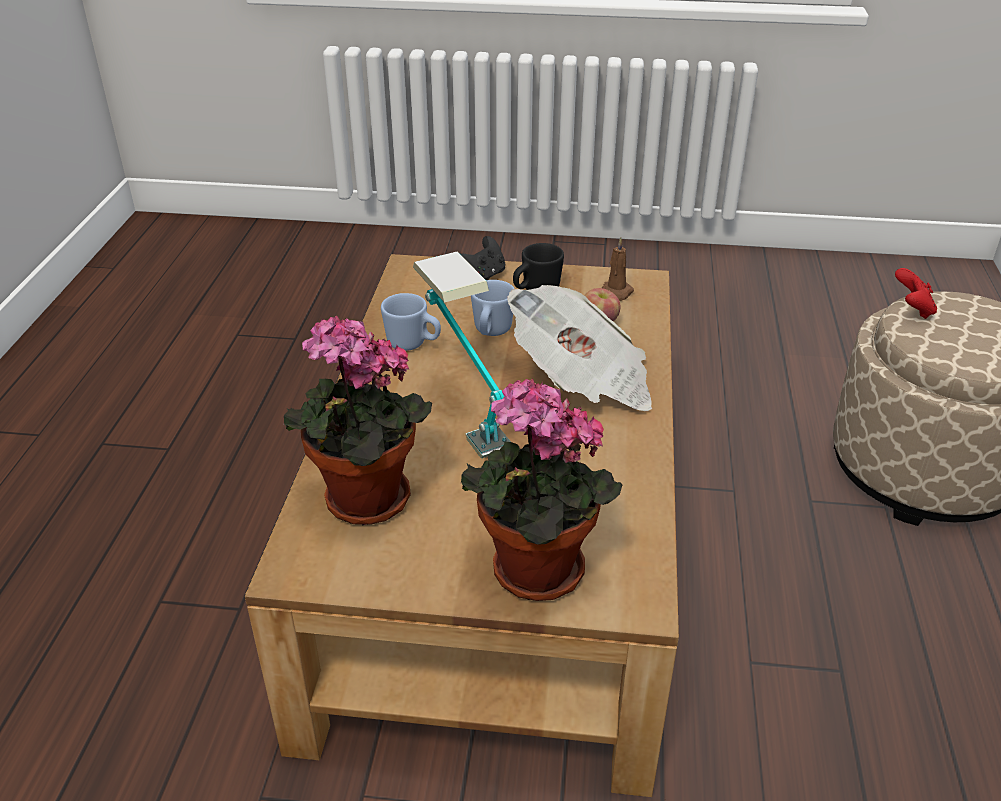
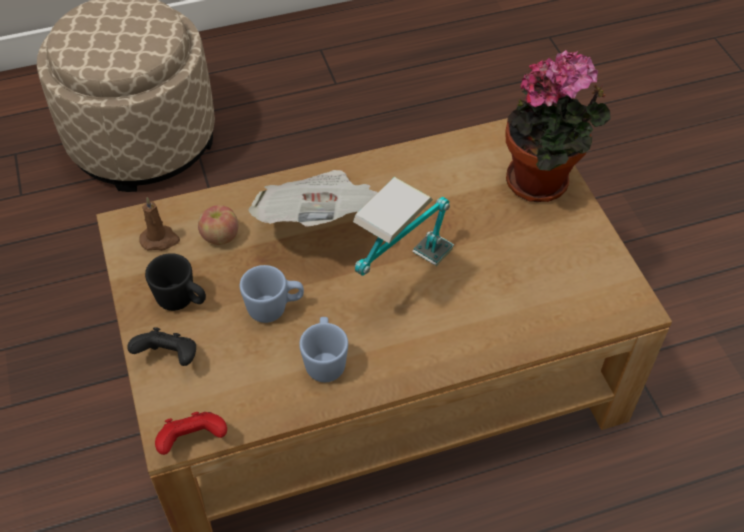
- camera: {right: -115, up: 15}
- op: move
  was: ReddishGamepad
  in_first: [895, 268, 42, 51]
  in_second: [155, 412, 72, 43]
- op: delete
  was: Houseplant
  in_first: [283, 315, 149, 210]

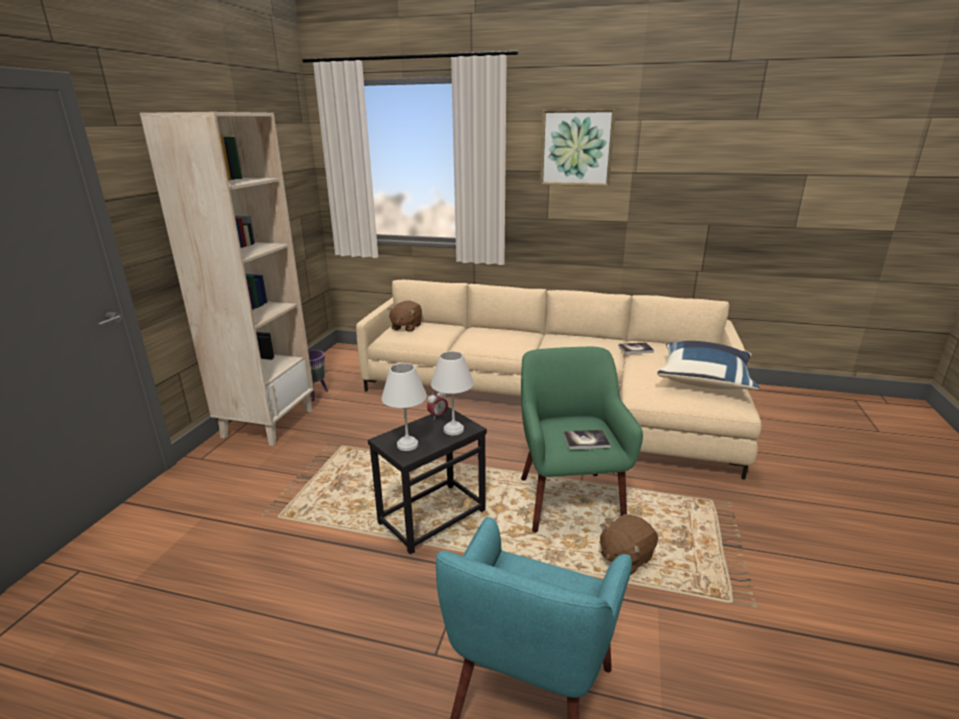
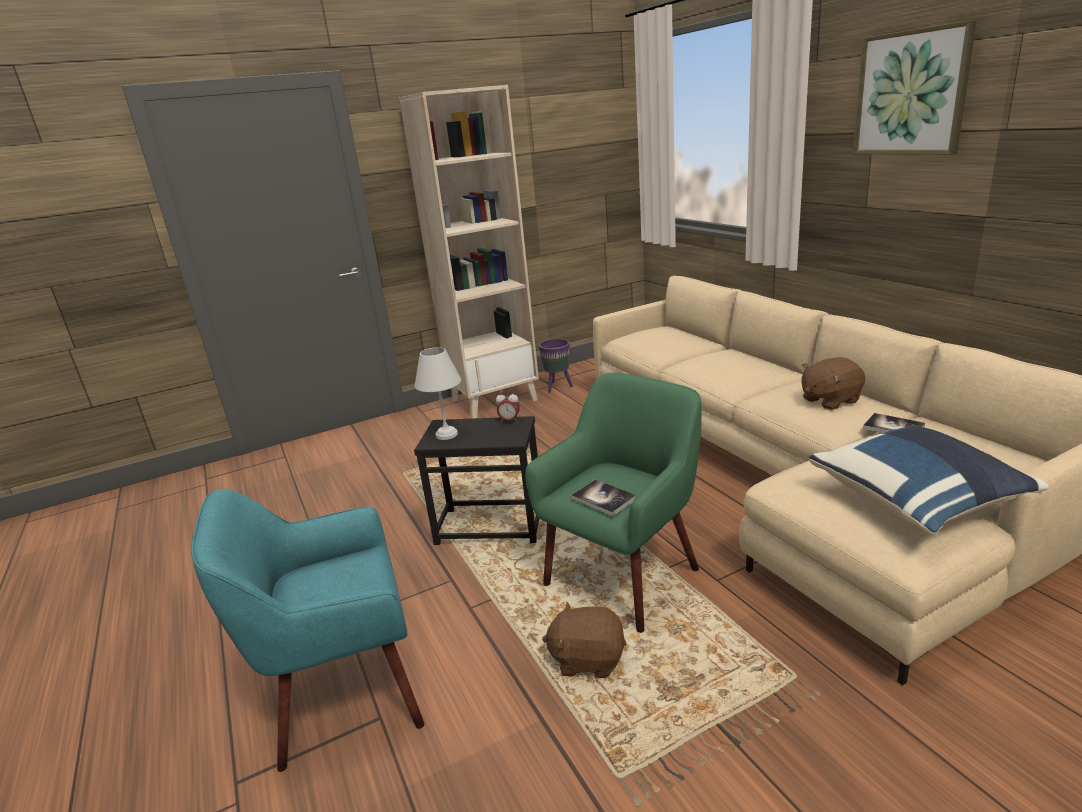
- camera: {right: 50, up: 0}
- op: move
  was: BrownPlushToy
  in_first: [388, 301, 34, 31]
  in_second: [801, 357, 64, 53]
- op: delete
  was: WhitishTabletopLamp
  in_first: [431, 351, 43, 84]

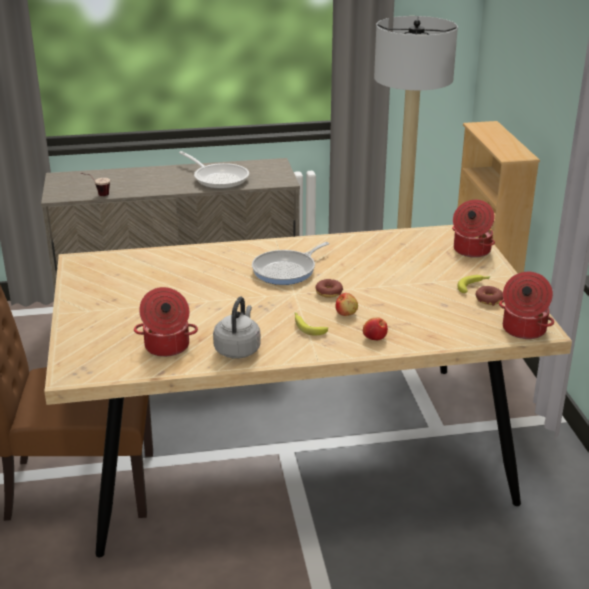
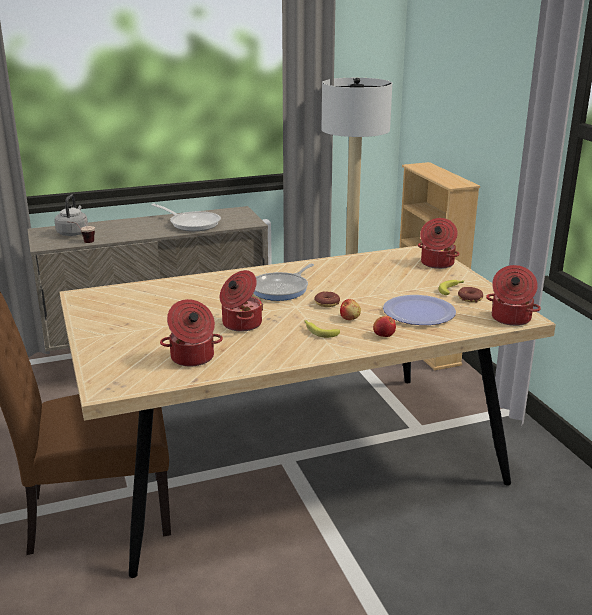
- camera: {right: -10, up: -5}
- op: move
  was: GreyWaterKettle
  in_first: [213, 297, 48, 62]
  in_second: [54, 194, 34, 42]
- op: insert
  now: Saucepot
  in_second: [220, 270, 43, 61]
- op: insert
  now: Plate
  in_second: [383, 295, 73, 30]

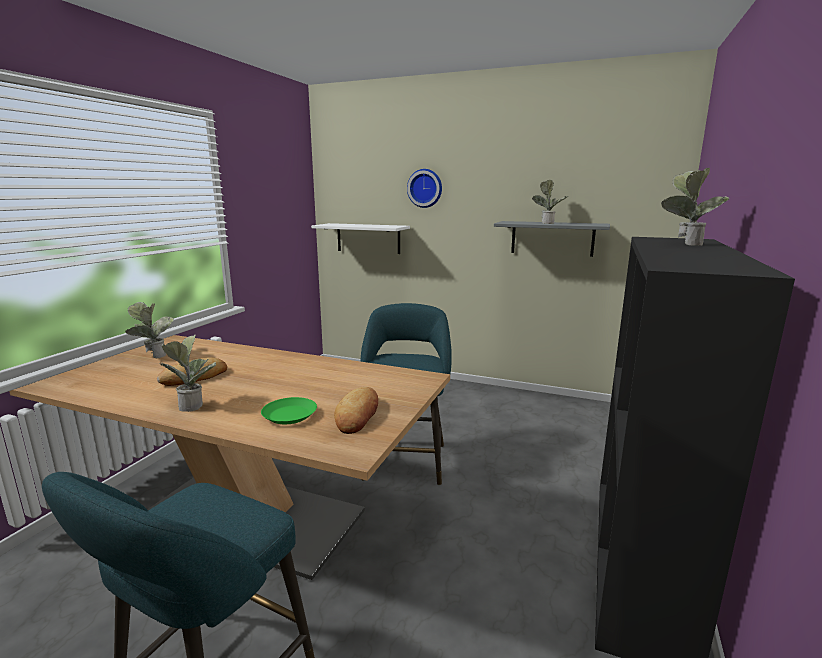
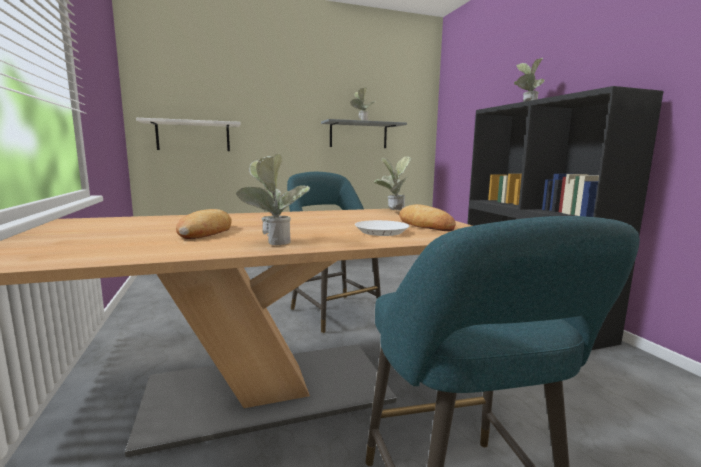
- camera: {right: -40, up: -5}
- op: recolor
  was: GreenPlate
  now: WhitishPlate
  in_first: [261, 397, 56, 27]
  in_second: [355, 220, 54, 16]
- op: move
  was: Houseplant
  in_first: [125, 302, 49, 56]
  in_second: [374, 156, 38, 55]
- op: delete
  was: WallClock
  in_first: [407, 169, 35, 39]

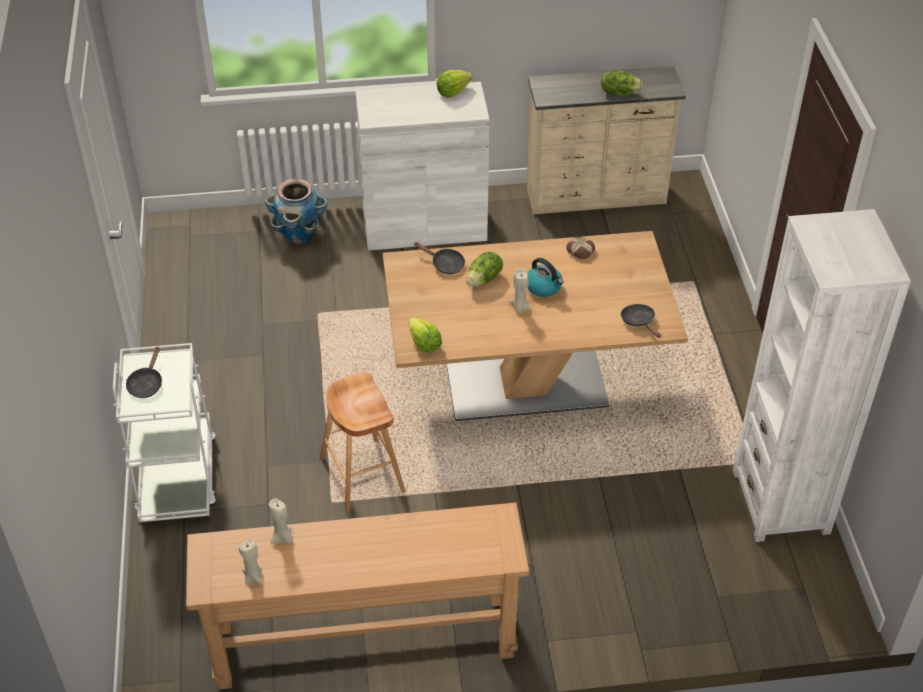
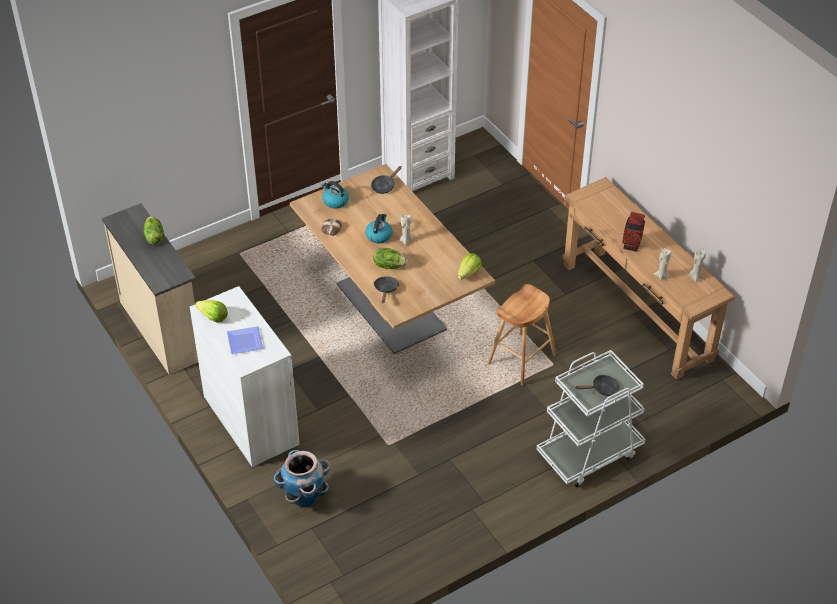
- camera: {right: -115, up: 0}
- op: insert
  now: Plate
  in_second: [227, 326, 36, 28]
- op: insert
  now: WaterKettle
  in_second: [322, 181, 27, 28]
- op: insert
  now: FlowerVase
  in_second: [622, 212, 23, 40]

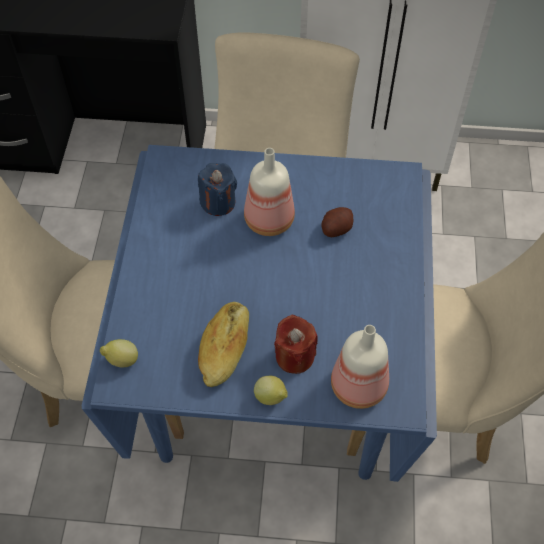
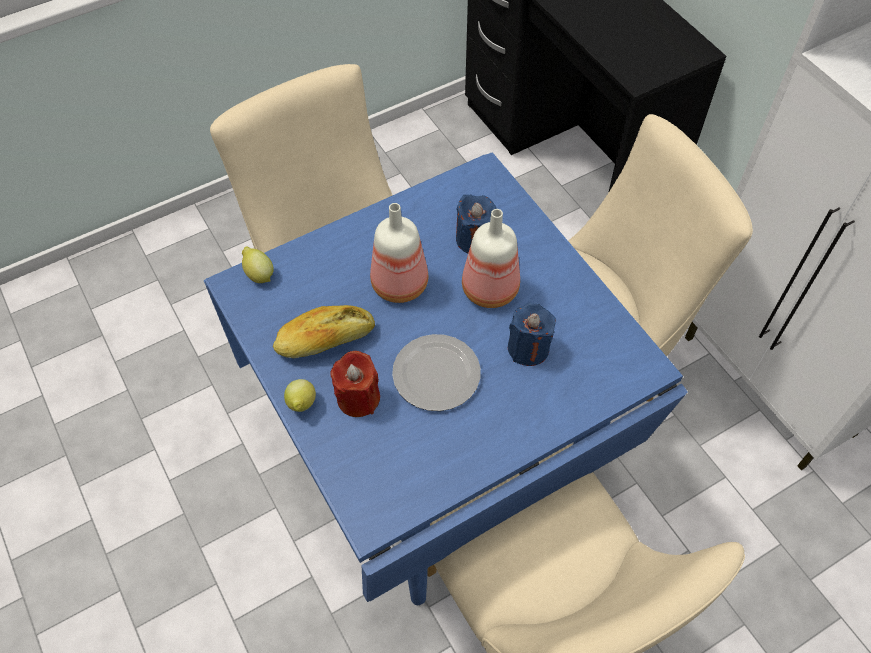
- camera: {right: 55, up: 0}
- op: move
  was: Bottle
  in_first: [331, 325, 58, 84]
  in_second: [370, 203, 58, 100]
- op: insert
  now: Plate
  in_second: [392, 334, 89, 77]
- op: replace
  was: WholePotato
  now: BluishWaxCandle
  in_first: [321, 207, 32, 30]
  in_second: [508, 302, 48, 64]

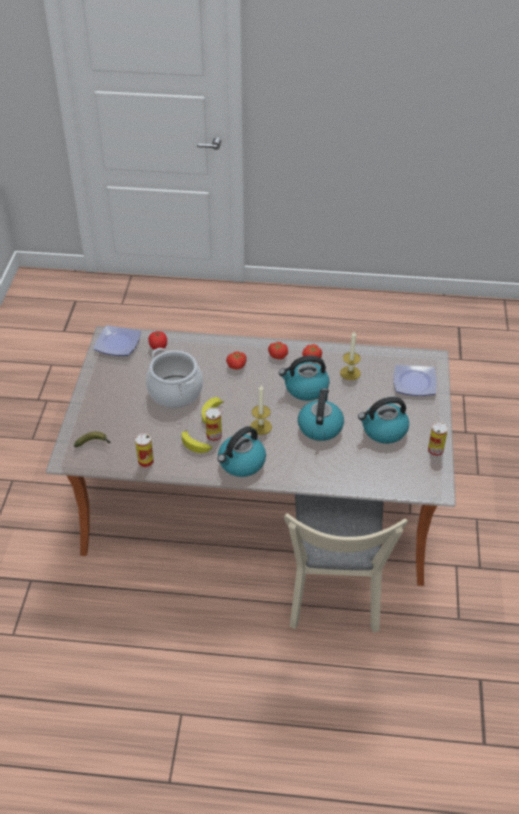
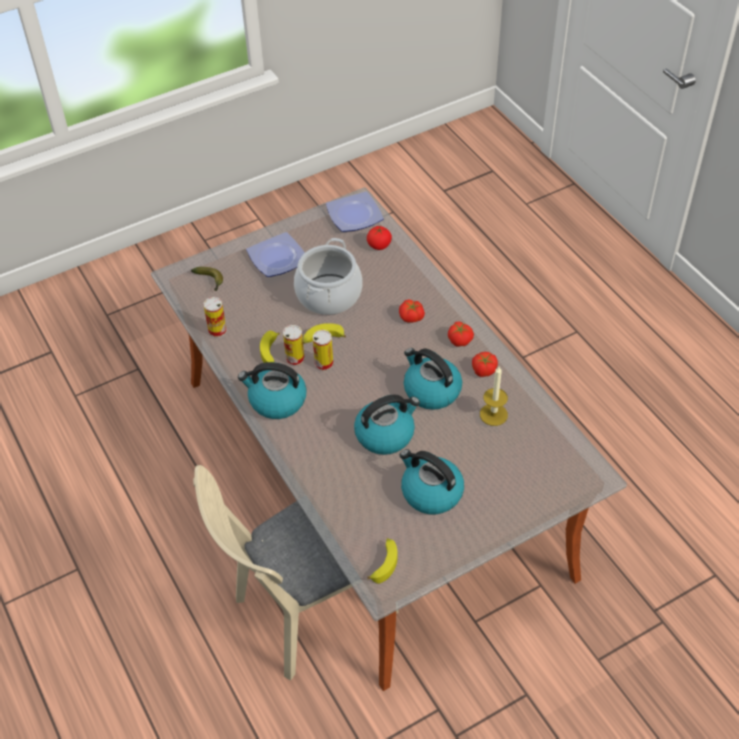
- camera: {right: 55, up: 5}
- op: move
  was: Plate
  in_first: [394, 365, 43, 31]
  in_second: [246, 232, 59, 45]
- op: move
  was: Can
  in_first: [428, 422, 20, 35]
  in_second: [313, 330, 20, 41]
- op: insert
  now: Banana
  in_second: [367, 538, 31, 45]
- op: delete
  was: WaxCandle
  in_first: [250, 385, 22, 50]

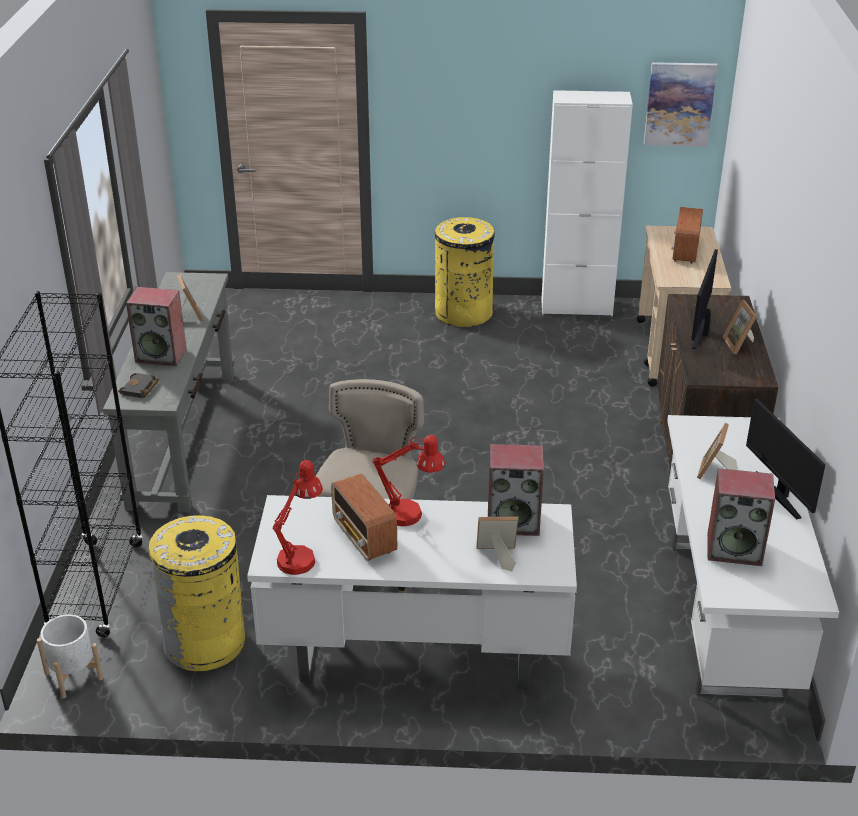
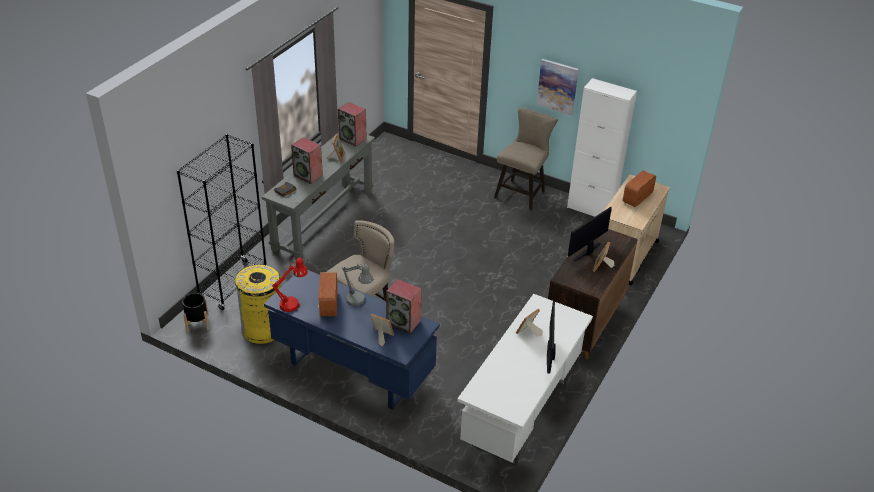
- camera: {right: 25, up: 5}
- op: recolor
  was: WhitishFlowerPot
  now: BlackFlowerPot
  in_first: [37, 614, 66, 85]
  in_second: [182, 293, 27, 39]
- op: recolor
  was: WhitishDeskUnit
  now: BluishDeskUnit
  in_first: [247, 495, 330, 194]
  in_second: [264, 270, 176, 140]
- op: move
  was: Loudspeaker
  in_first: [707, 468, 68, 98]
  in_second: [338, 102, 29, 44]
- op: recolor
  was: ReddishTabletopLamp
  now: GreyTabletopLamp
  in_first: [373, 435, 72, 91]
  in_second: [342, 263, 31, 43]
- op: replace
  was: YellowColouredWasteBin
  now: BeigeStoolSeat
  in_first: [435, 217, 60, 110]
  in_second: [494, 107, 64, 104]
- op: move
  was: WallPicture
  in_first: [644, 62, 74, 85]
  in_second: [537, 59, 42, 56]

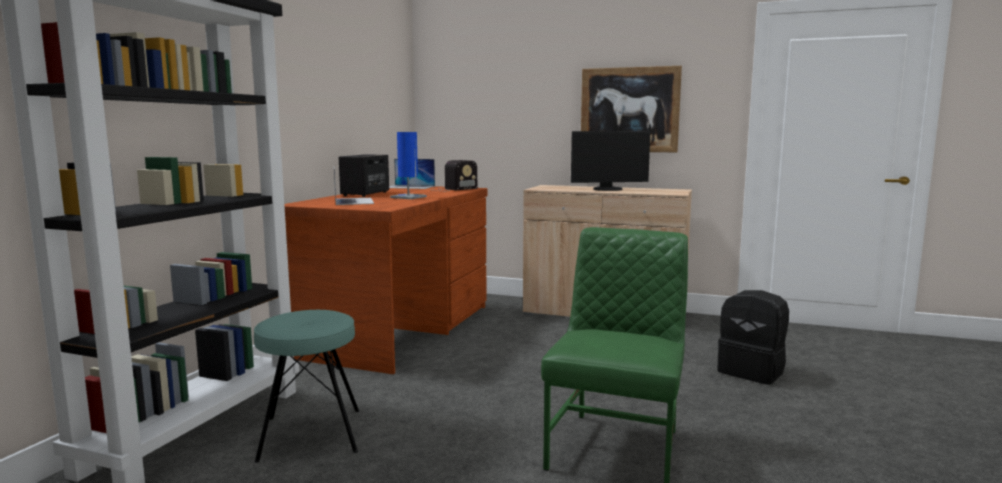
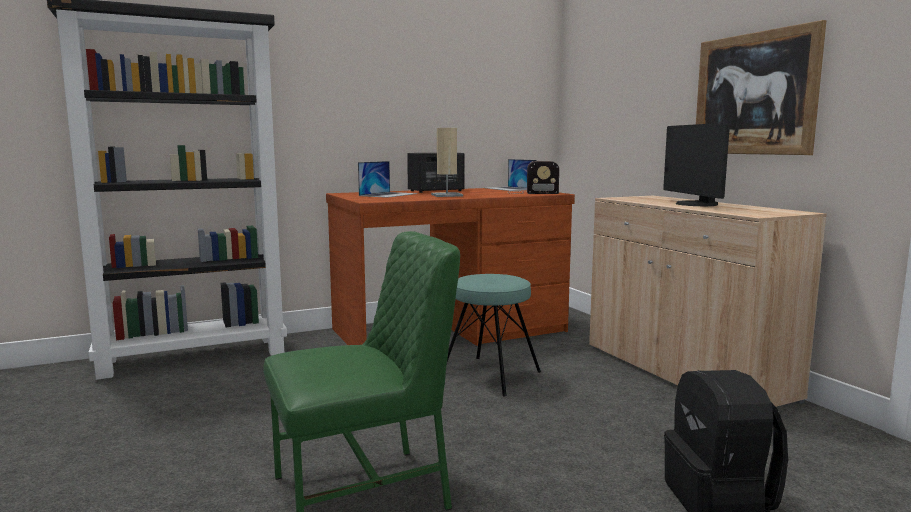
- camera: {right: 45, up: 0}
- op: recolor
  was: BluishTabletopLamp
  now: BeigeTabletopLamp
  in_first: [390, 132, 37, 67]
  in_second: [431, 128, 32, 69]
- op: move
  was: TurquoiseColouredStoolSeat
  in_first: [254, 310, 105, 153]
  in_second: [447, 274, 94, 122]
- op: rotate
  was: Monitor
  in_first: [571, 131, 79, 60]
  in_second: [663, 123, 67, 83]
  clockwise: 45

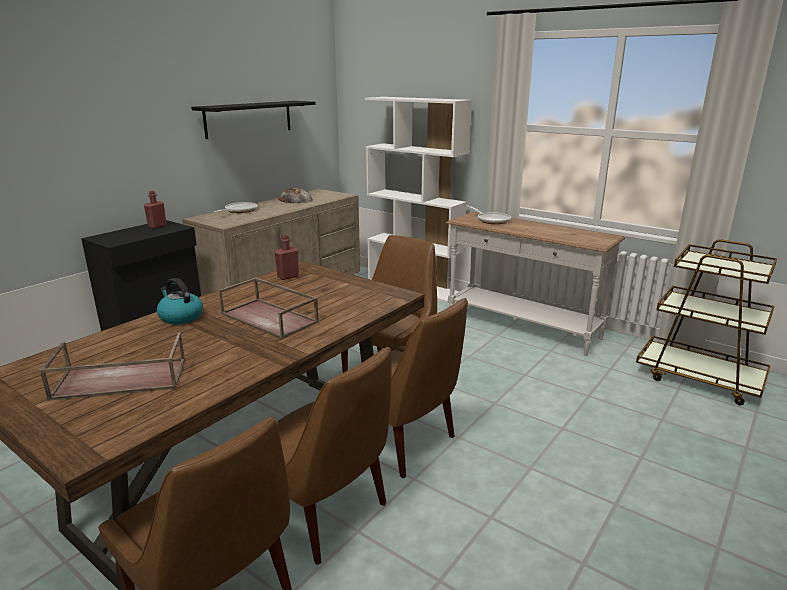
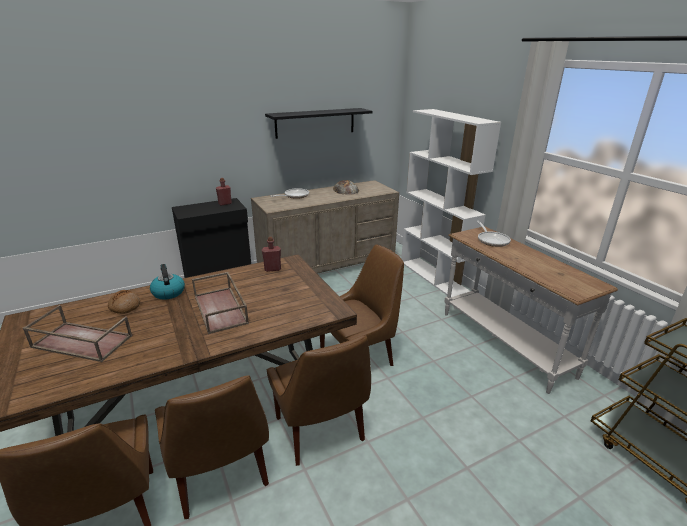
- camera: {right: 25, up: 5}
- op: insert
  now: Bread
  in_second: [108, 290, 32, 24]

